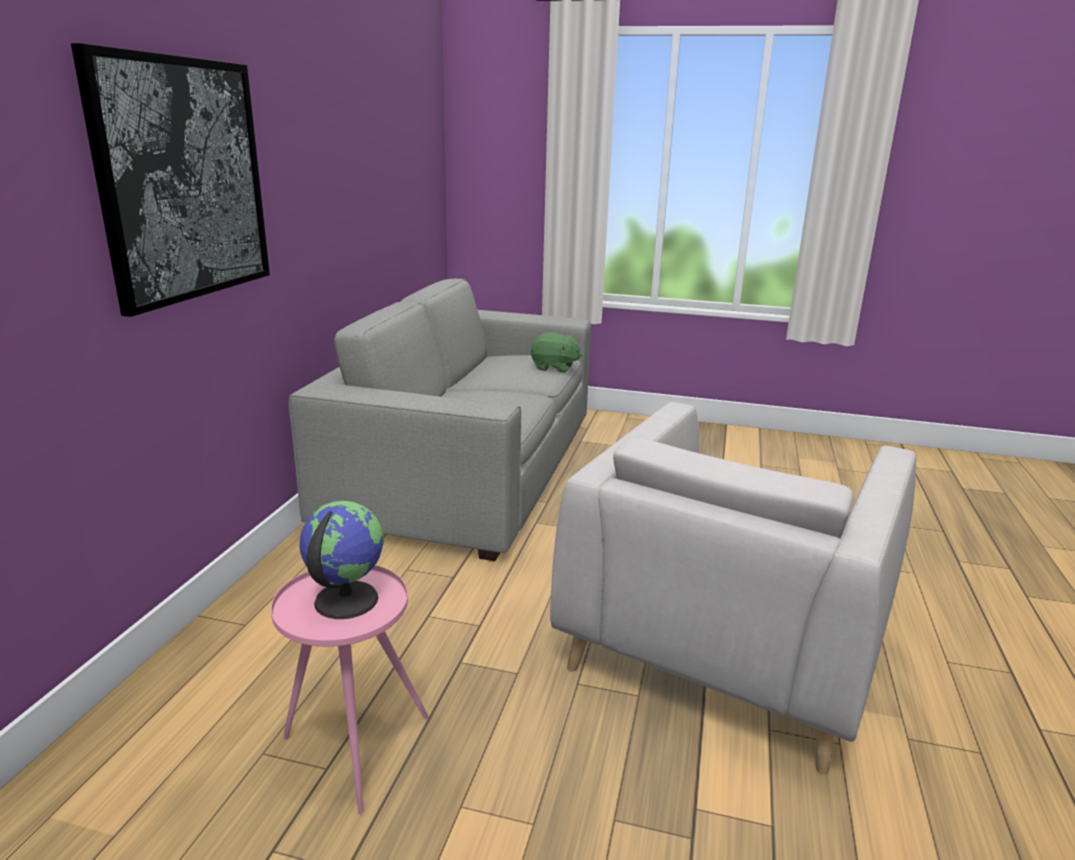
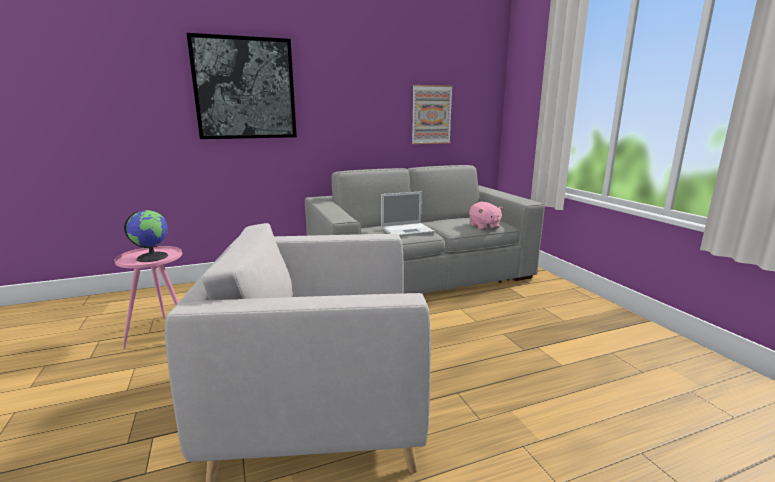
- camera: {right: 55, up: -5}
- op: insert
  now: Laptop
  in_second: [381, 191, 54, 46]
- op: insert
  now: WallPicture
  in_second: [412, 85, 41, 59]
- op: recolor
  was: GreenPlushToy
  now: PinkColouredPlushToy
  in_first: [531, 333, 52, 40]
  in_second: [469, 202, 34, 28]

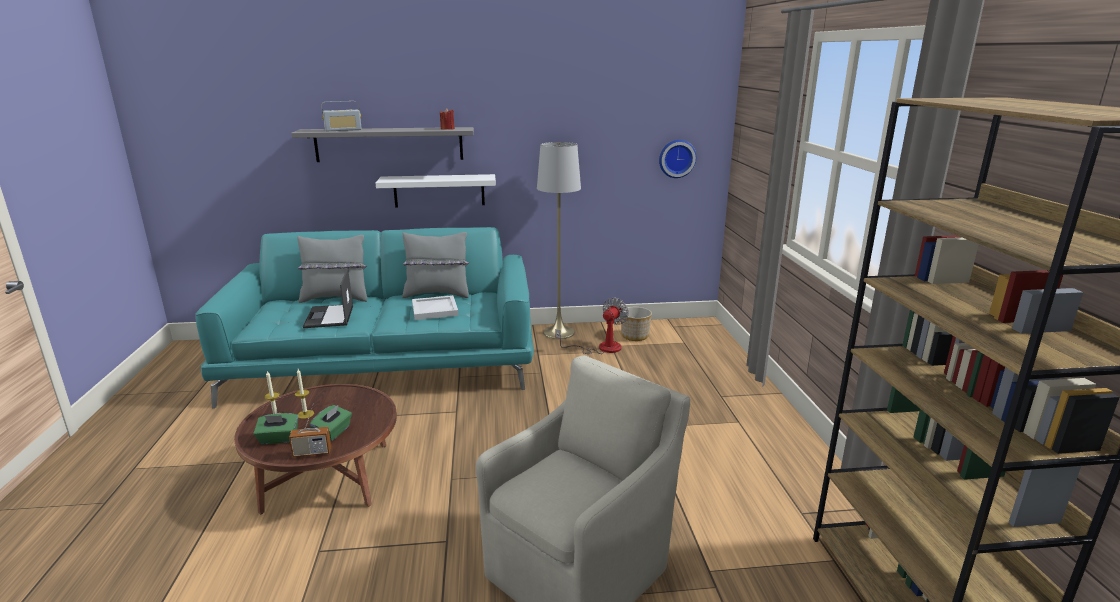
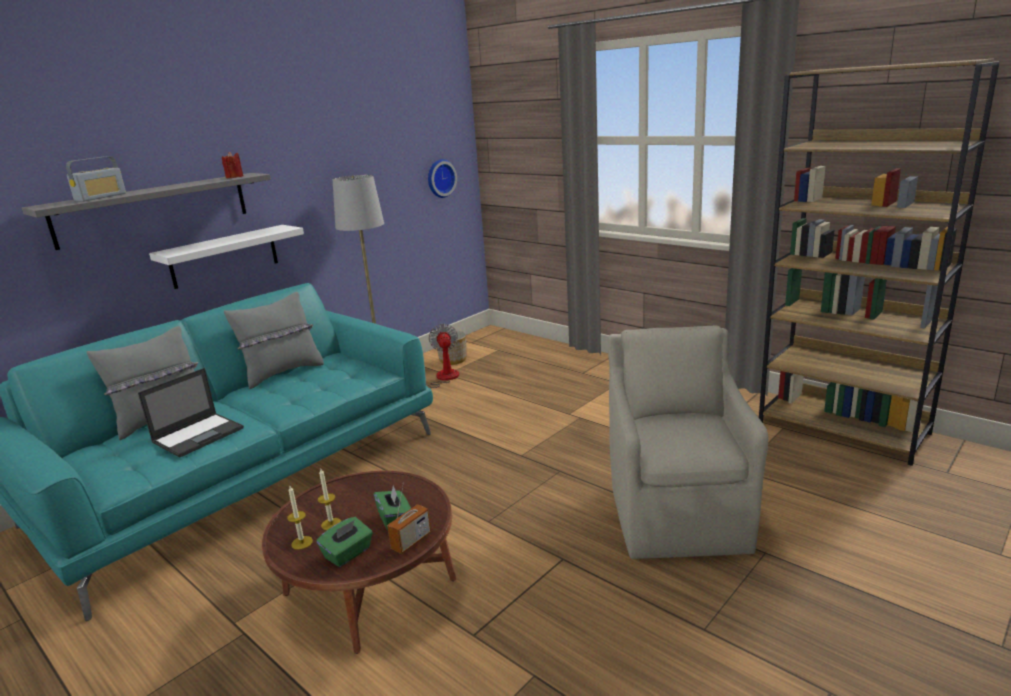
- camera: {right: -40, up: 0}
- op: rotate
  was: Laptop
  in_first: [303, 268, 50, 60]
  in_second: [138, 368, 106, 90]
  clockwise: -90
- op: delete
  was: WhitishCarryingTray
  in_first: [412, 295, 46, 25]

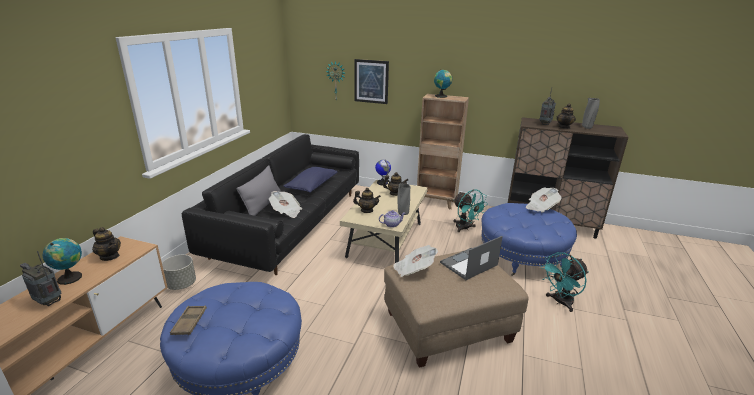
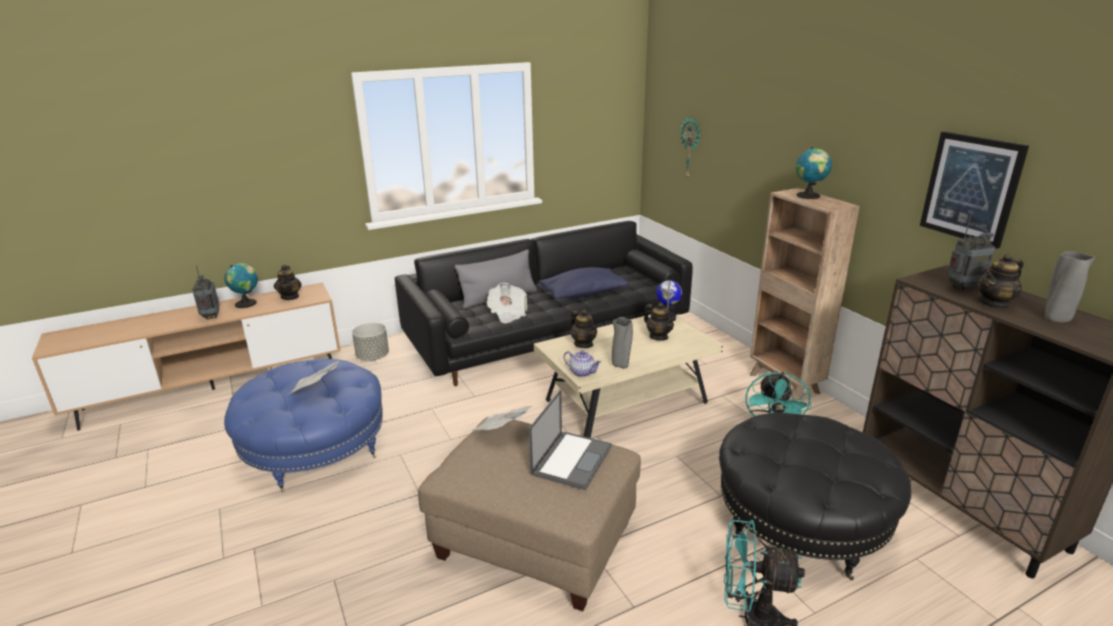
- camera: {right: 45, up: 0}
- op: move
  was: Newspaper
  in_first: [526, 188, 36, 24]
  in_second: [289, 360, 51, 34]
- op: rotate
  was: Laptop
  in_first: [440, 236, 63, 44]
  in_second: [529, 390, 83, 100]
  clockwise: 105
- op: recolor
  was: BluishPouffe
  now: BlackPouffe
  in_first: [481, 203, 96, 73]
  in_second: [719, 412, 192, 168]
- op: move
  was: WallPicture
  in_first: [354, 59, 35, 45]
  in_second: [920, 132, 109, 117]
- op: delete
  was: BrownCarryingTray
  in_first: [170, 305, 37, 30]

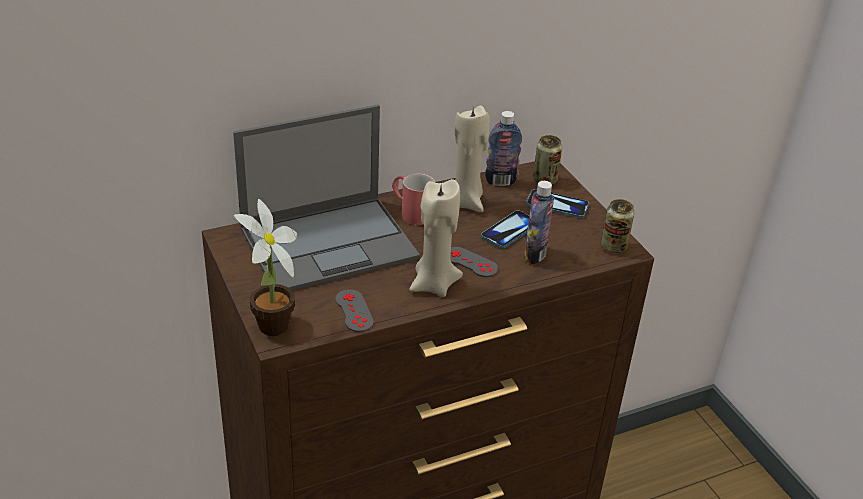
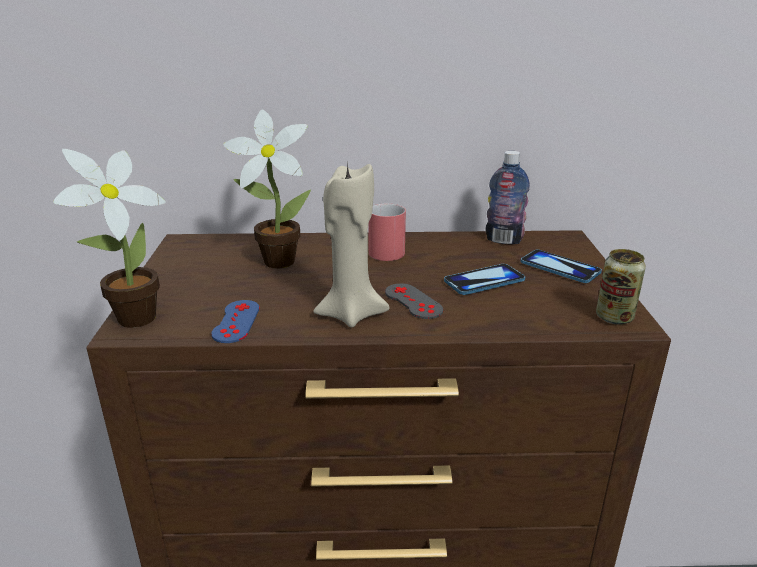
- camera: {right: 25, up: -10}
- op: recolor
  was: GreyGamepad
  now: BluishGamepad
  in_first: [335, 289, 39, 43]
  in_second: [211, 300, 49, 43]
- op: replace
  was: Laptop
  now: Houseplant
  in_first: [233, 105, 187, 185]
  in_second: [223, 109, 88, 159]
- op: delete
  was: BeigeWaxCandle
  in_first: [454, 105, 36, 107]
- op: delete
  was: Bottle
  in_first: [524, 181, 30, 83]
- op: delete
  was: Can
  in_first: [533, 135, 29, 49]

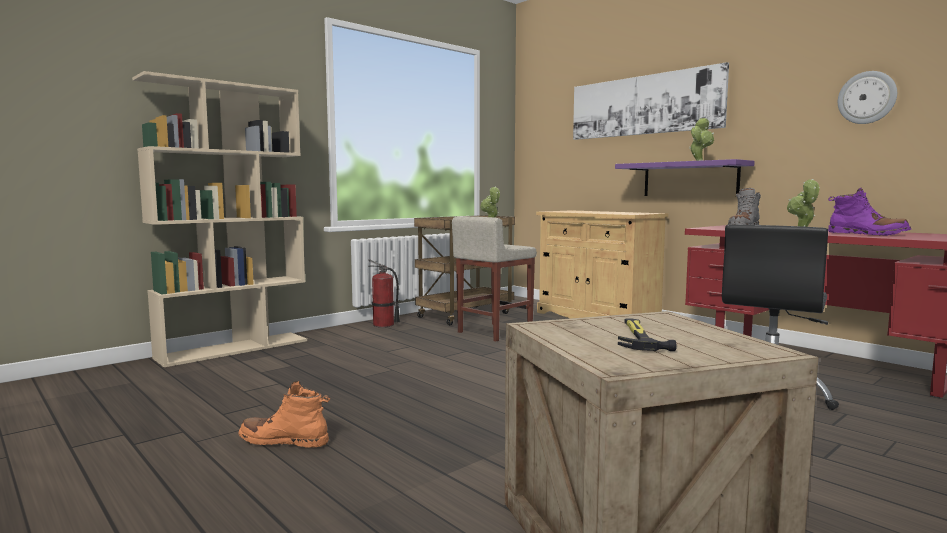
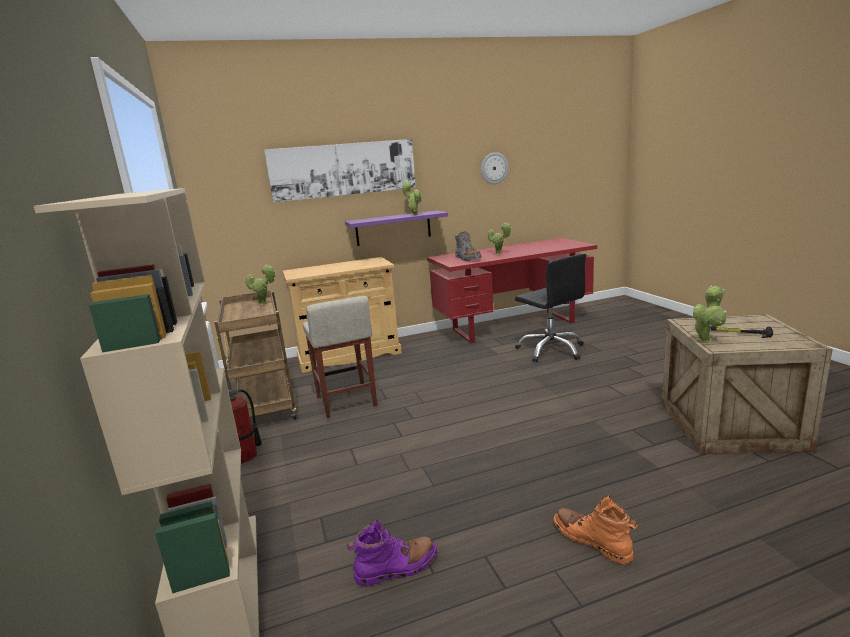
- camera: {right: -65, up: 10}
- op: move
  was: PurplishTallBoot
  in_first: [828, 188, 83, 48]
  in_second: [346, 520, 91, 67]
- op: rotate
  was: OrangeyTallBoot
  in_first: [238, 381, 92, 67]
  in_second: [553, 495, 85, 69]
  clockwise: 105
- op: insert
  now: Houseplant
  in_second: [693, 286, 33, 57]

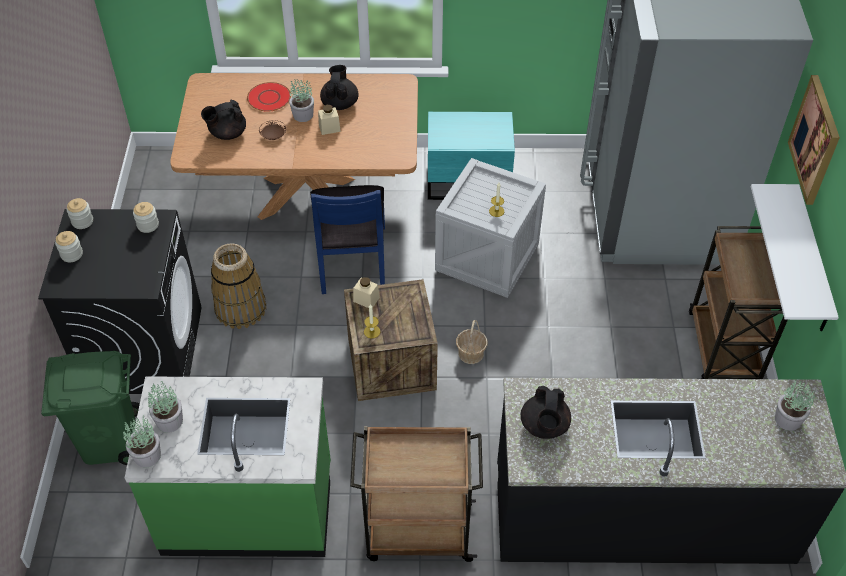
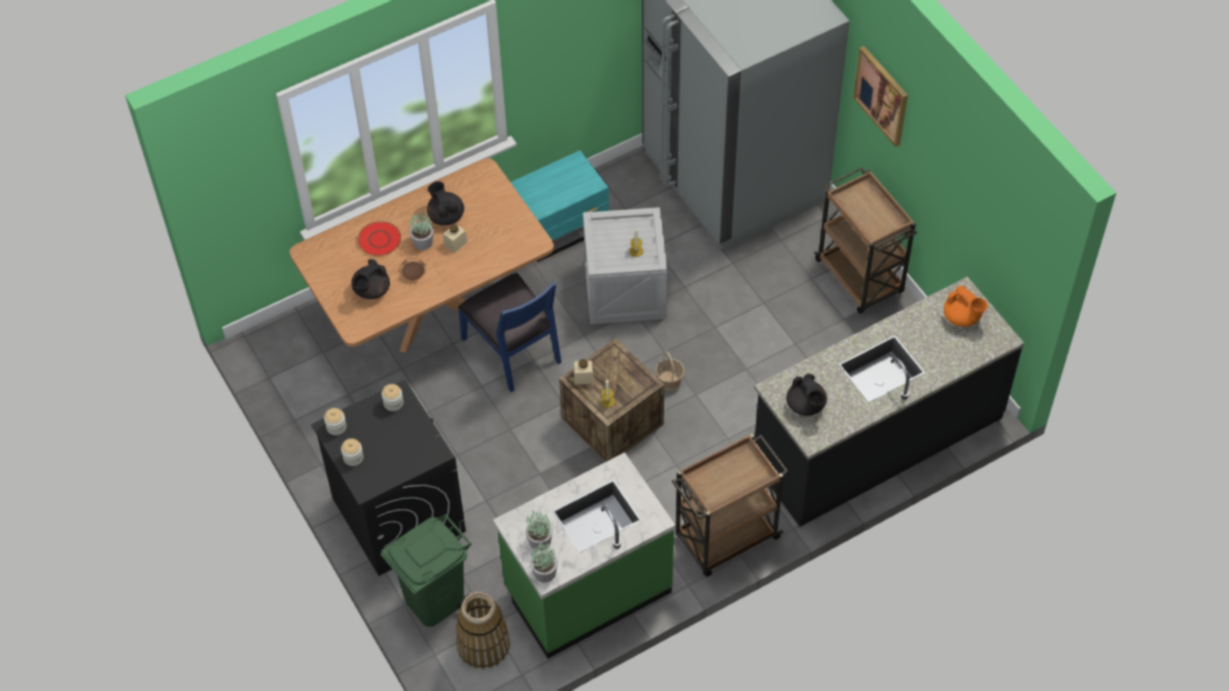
- camera: {right: -30, up: 5}
- op: move
  was: HouseholdBasket
  in_first: [211, 243, 55, 86]
  in_second: [456, 592, 54, 77]
- op: replace
  was: Houseplant
  now: OrangeyPotForTea
  in_first: [775, 380, 40, 51]
  in_second: [944, 286, 44, 41]
- op: delete
  was: WhitishBracketShelf
  in_first: [751, 184, 88, 147]

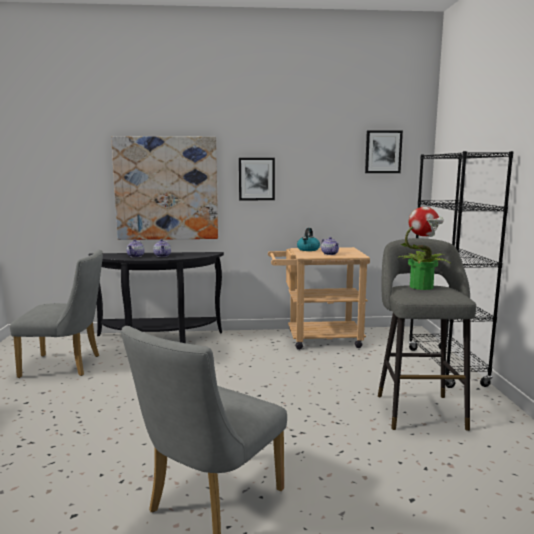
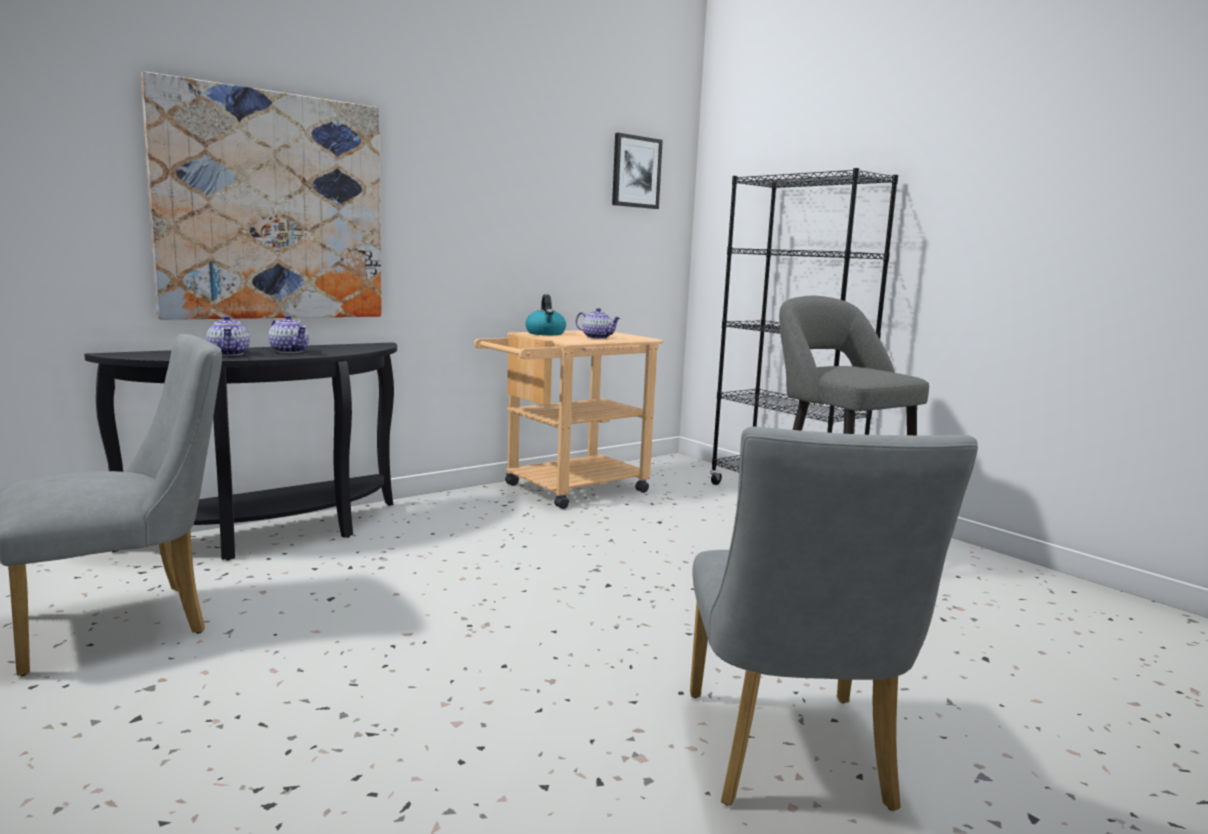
- camera: {right: -35, up: 0}
- op: delete
  was: WallPicture
  in_first: [239, 158, 36, 42]
- op: delete
  was: Houseplant
  in_first: [398, 207, 52, 83]

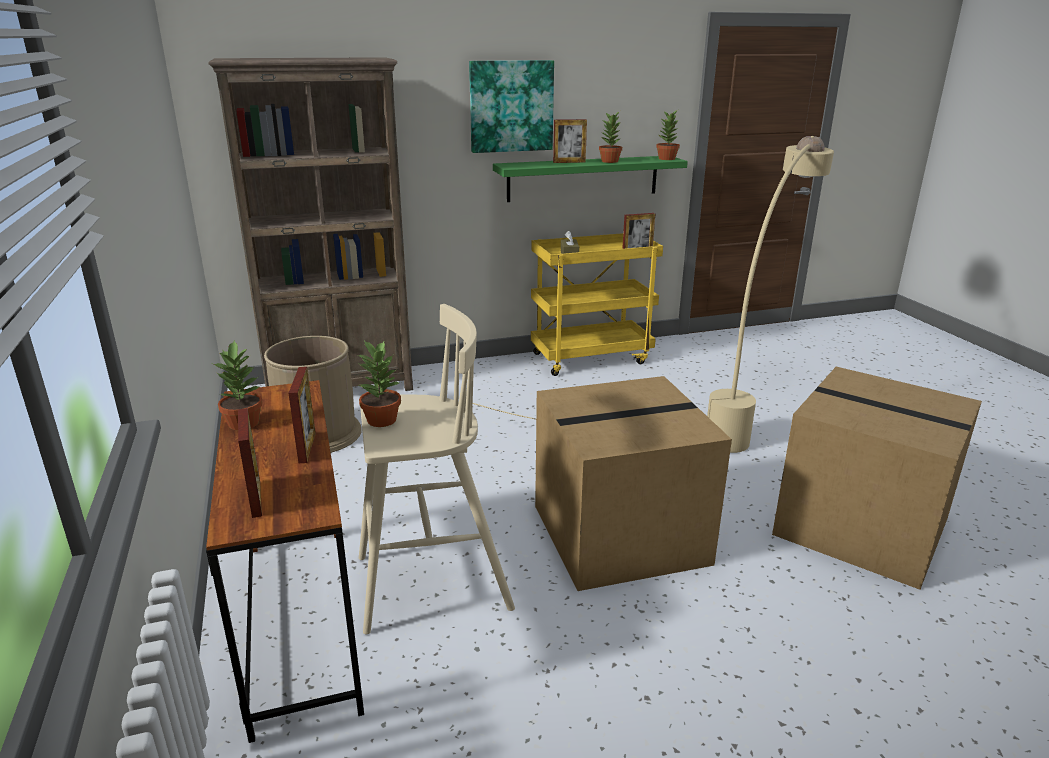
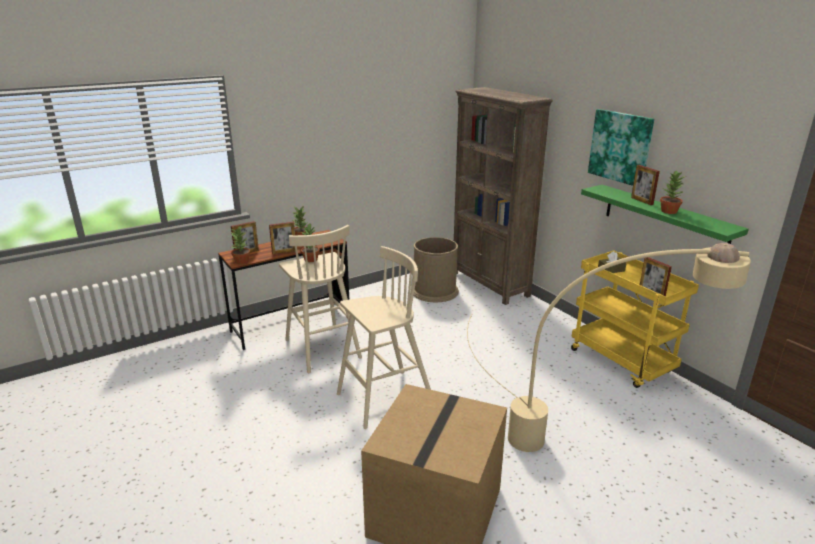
- camera: {right: 75, up: 0}
- op: move
  was: Houseplant
  in_first: [656, 110, 24, 50]
  in_second: [230, 226, 20, 38]
- op: replace
  was: Carton
  now: BeigeStoolSeat
  in_first: [535, 376, 197, 215]
  in_second: [337, 246, 94, 183]

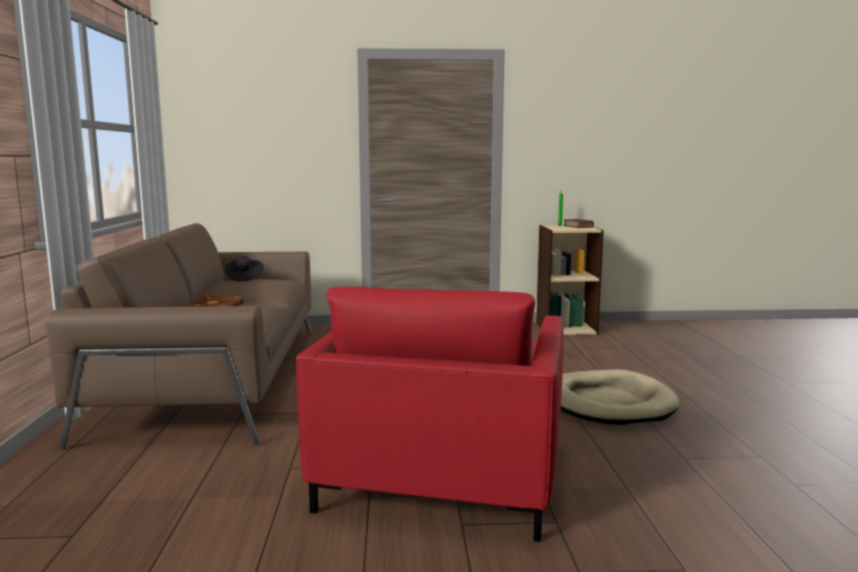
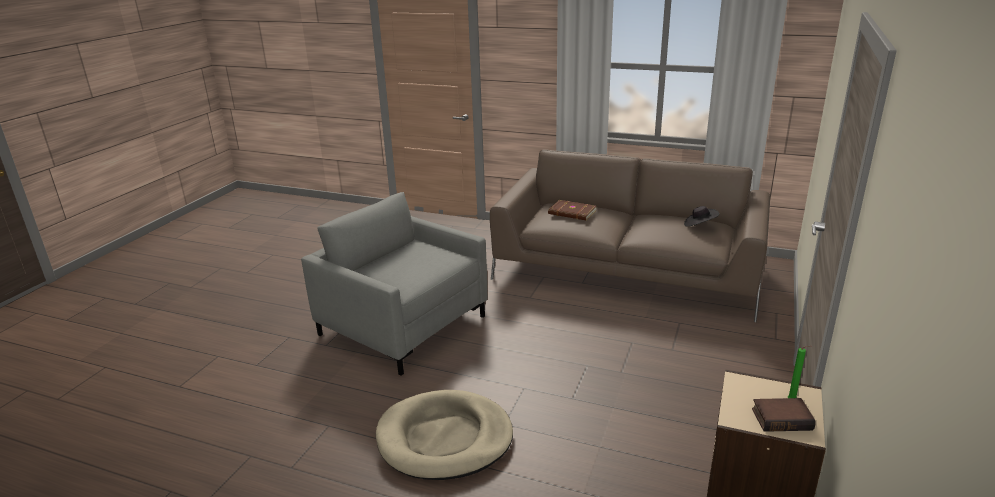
- camera: {right: 115, up: 15}
- op: recolor
  was: ReddishLoungeChair
  now: GreyLoungeChair
  in_first: [296, 287, 268, 255]
  in_second: [301, 192, 186, 184]

